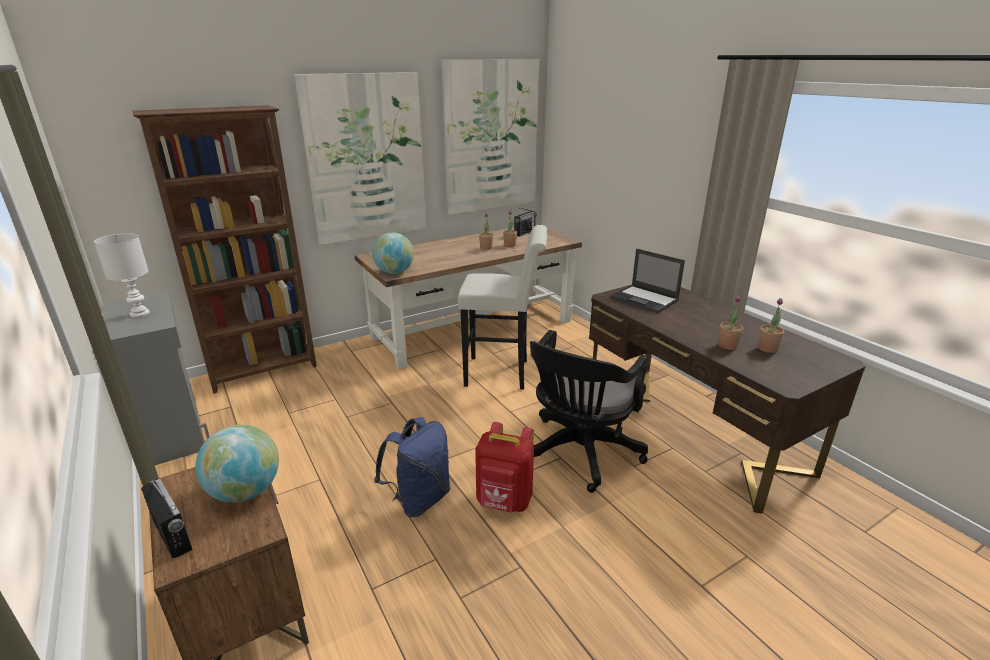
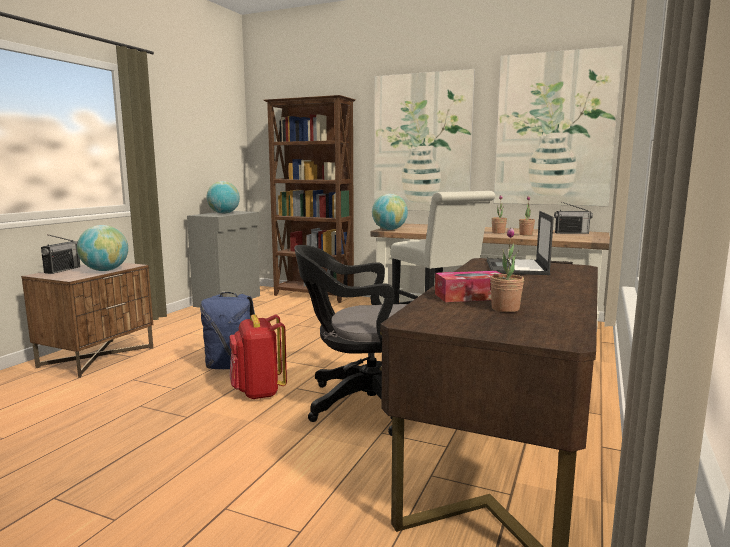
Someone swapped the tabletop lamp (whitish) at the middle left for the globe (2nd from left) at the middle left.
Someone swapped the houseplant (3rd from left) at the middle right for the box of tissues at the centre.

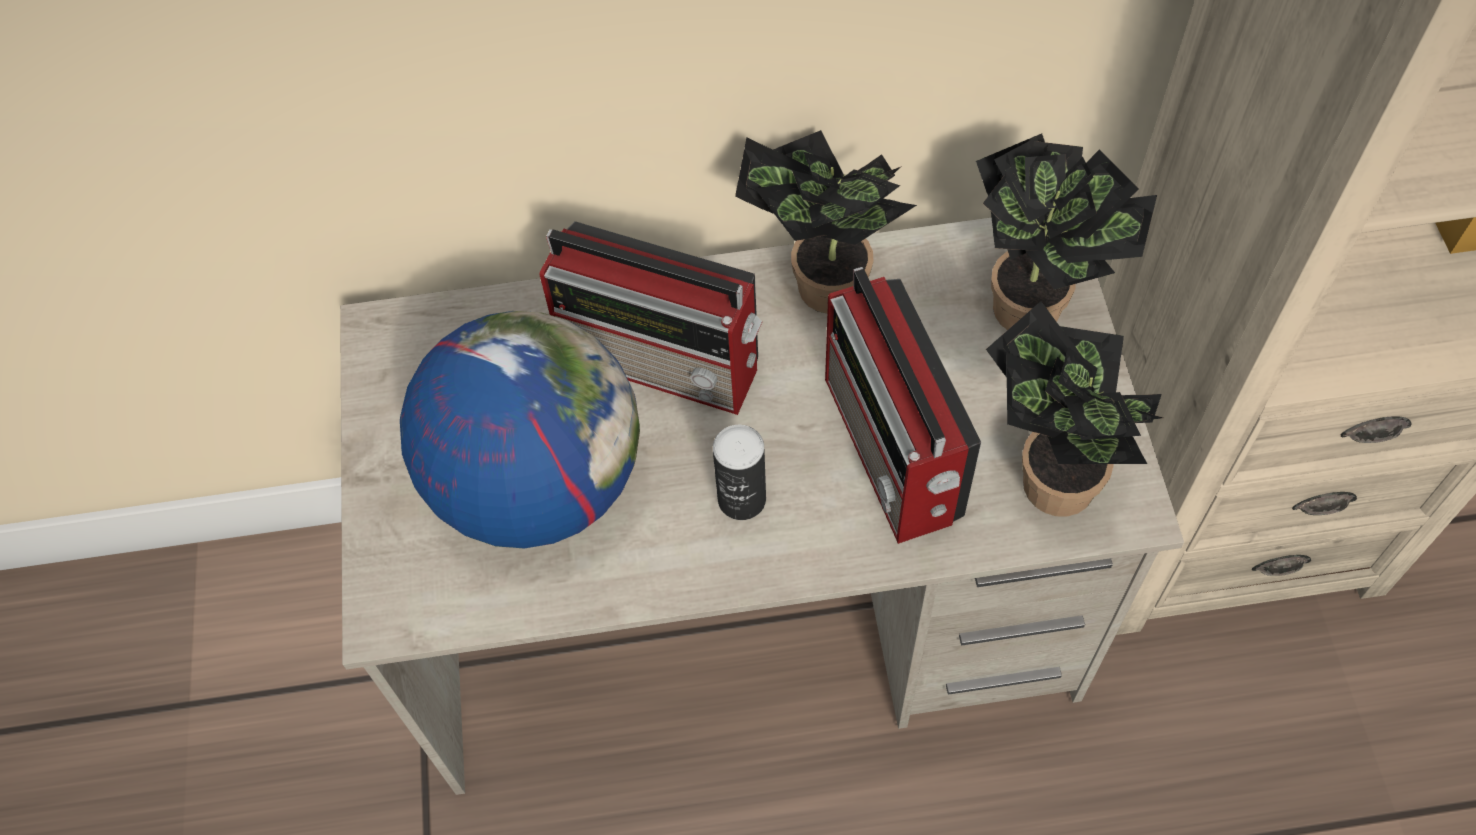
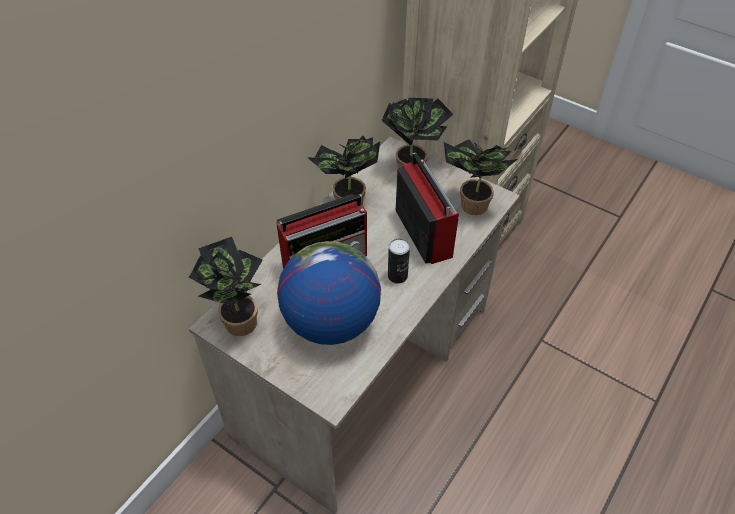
Someone put down the houseplant (1st from left) at the middle left.
Someone rotated the radio receiver (2nd from left) at the centre by 135 degrees counterclockwise.

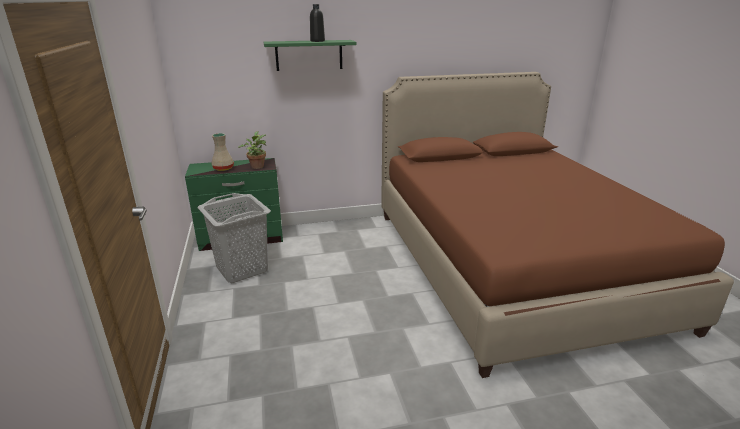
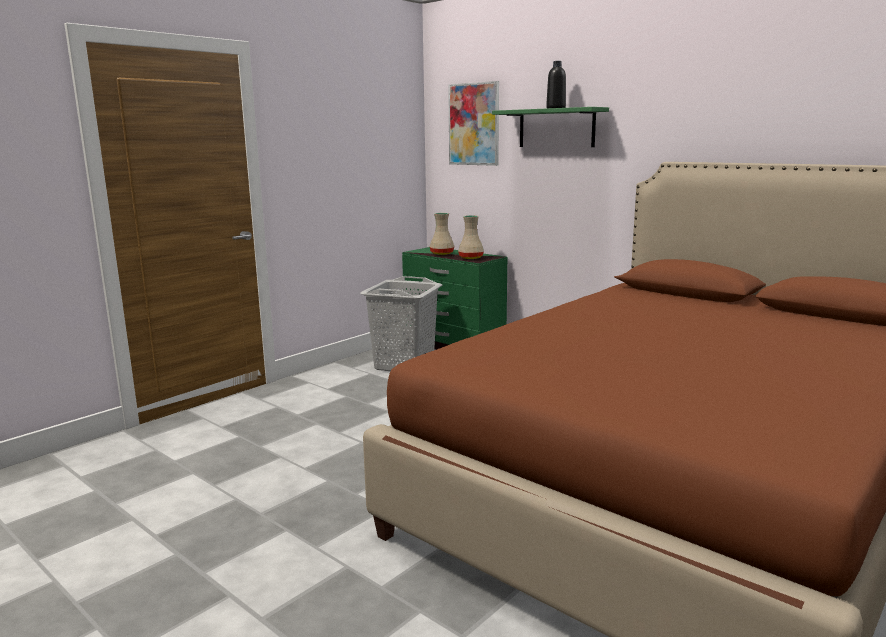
Someone put up the wall picture at the top centre.
Someone swapped the houseplant at the centre for the decorative vase (beige) (2nd from left) at the centre.

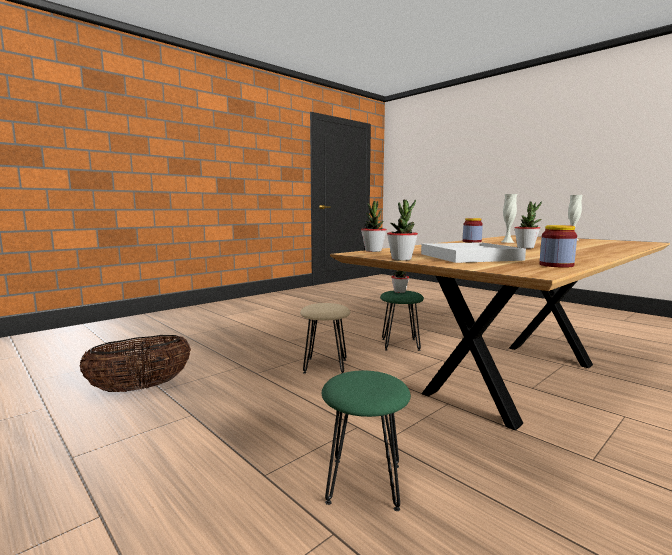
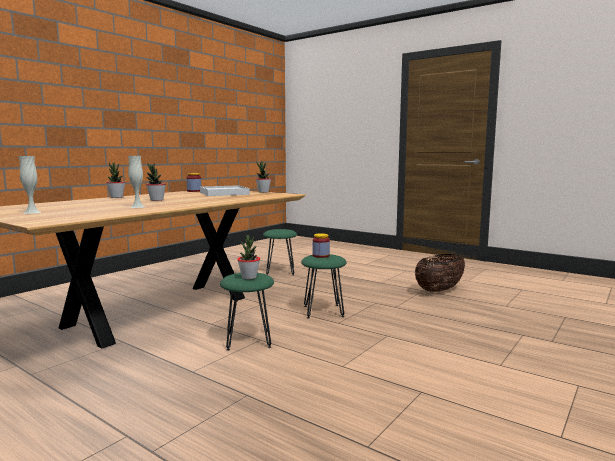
Someone carried the houseplant (1st from left) from the centre to the middle left.
Someone repainted the stool (beige) at the centre, which became the stool (greenish) (3rd from left) at the centre.
Someone carried the preserve jar (1st from left in the first image) from the middle right to the centre.

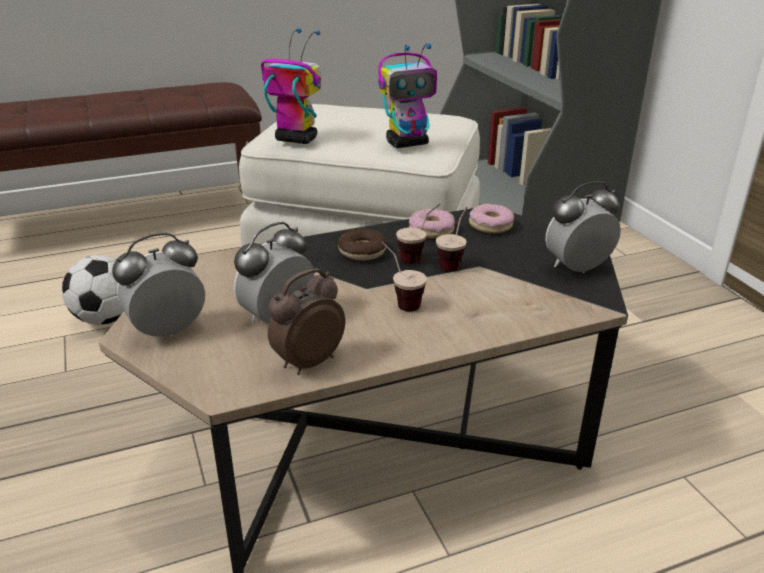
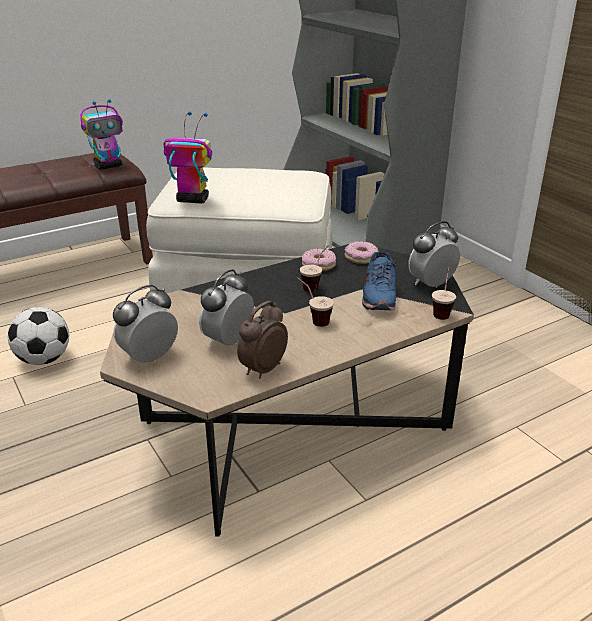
Someone carried the robot figure (2nd from left in the first image) from the top centre to the top left.
Someone put down the shoe (blue-coloured) at the centre.
Someone carried the drinking cup (3rd from left) from the centre to the middle right.
Someone took away the ring doughnut (1st from left) at the centre.

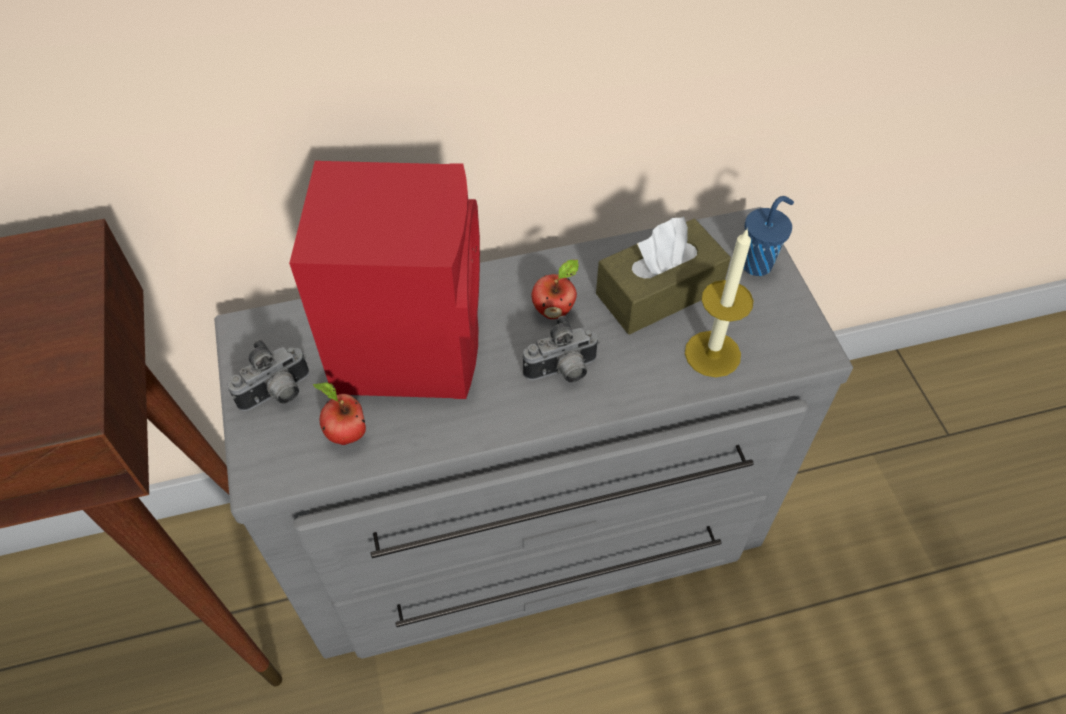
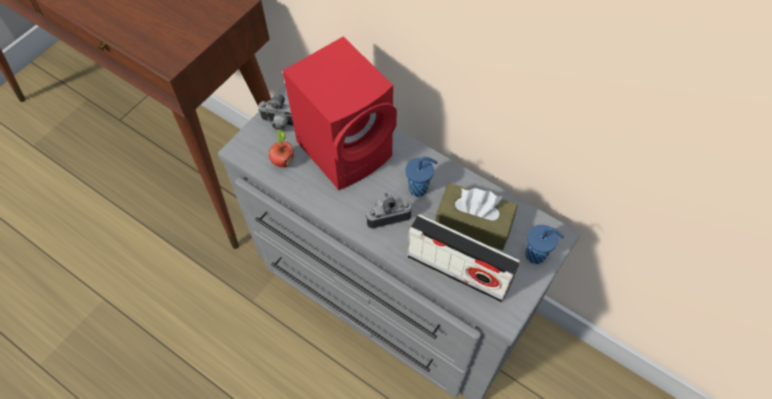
Someone rotated the still camera (2nd from left) at the centre by 135 degrees clockwise.
Someone swapped the apple (2nd from left) at the centre for the drinking cup (blue-coloured) (1st from left) at the centre.
Someone swapped the wax candle at the middle right for the radio receiver at the centre.

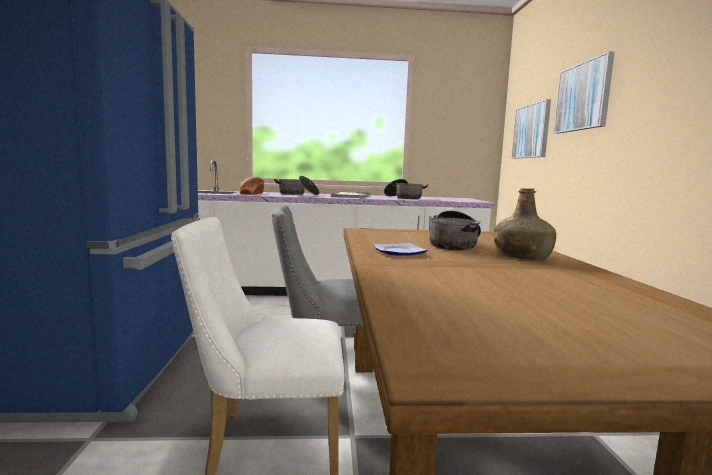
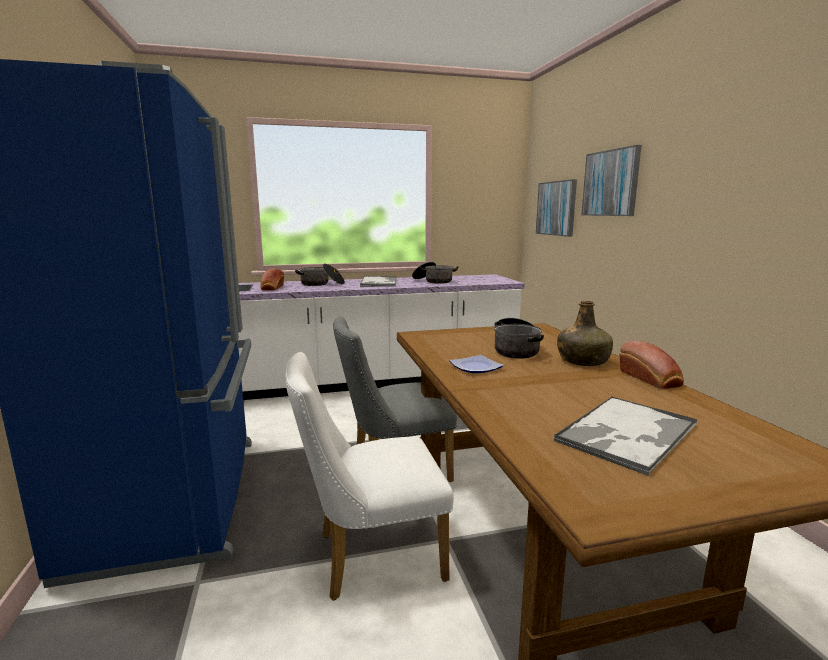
Someone put down the serving tray (2nd from left) at the middle right.
Someone put down the bakery bread (2nd from left) at the middle right.

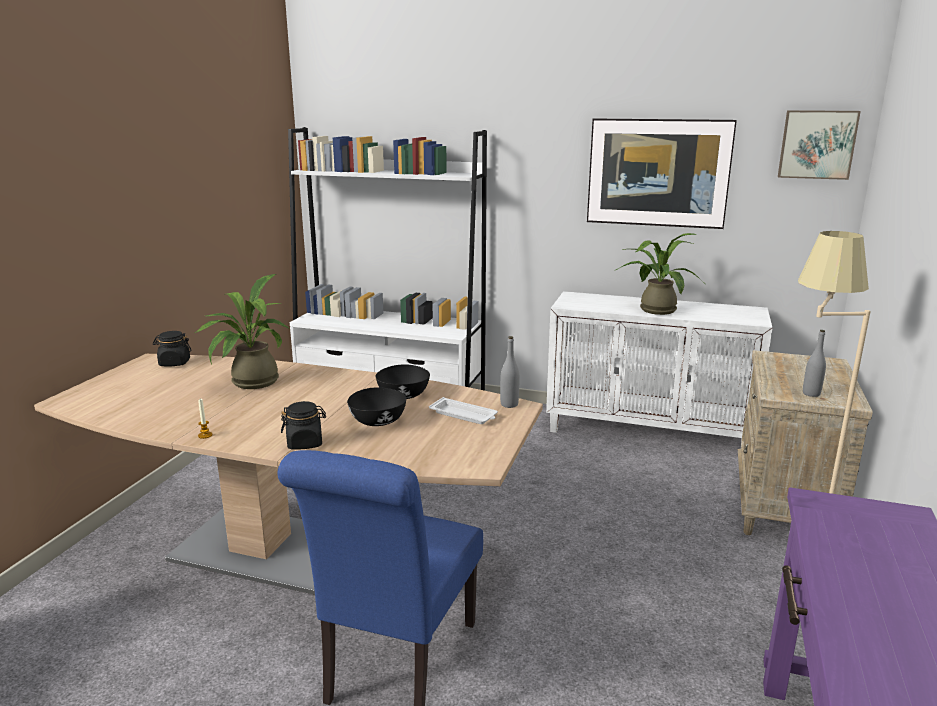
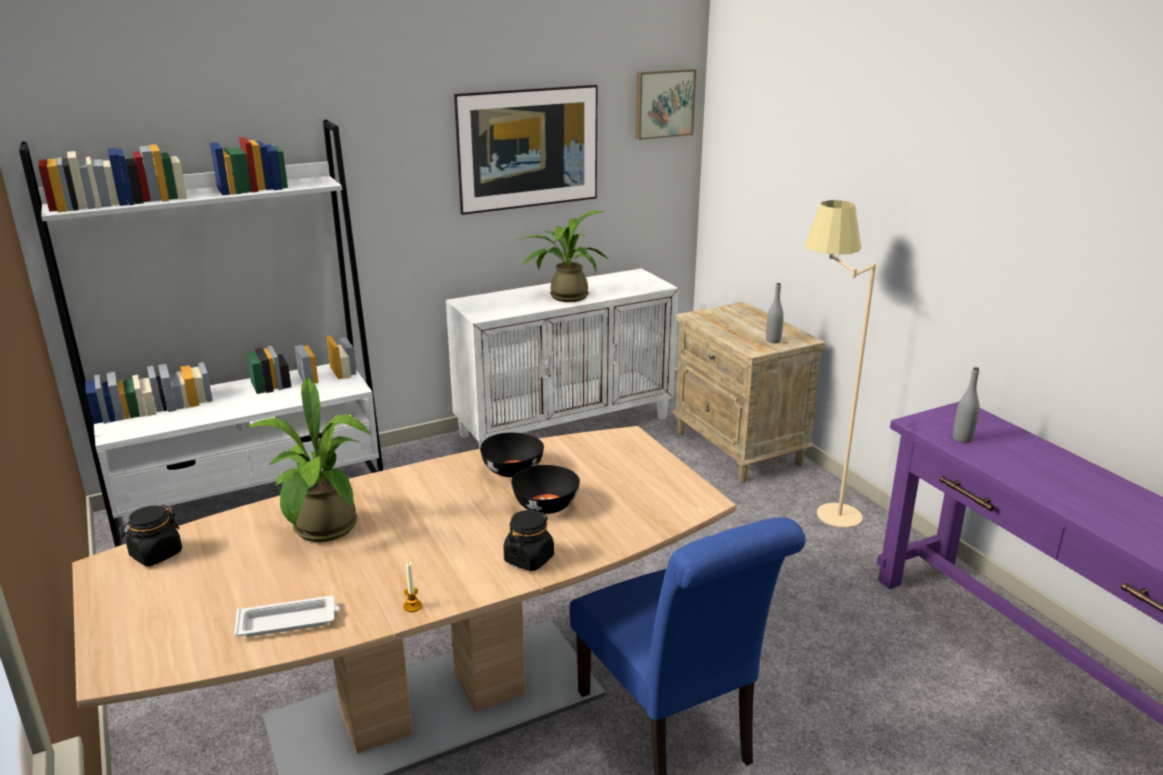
Someone carried the serving tray (whitish) from the centre to the bottom left.
Someone carried the beverage bottle (grey) (1st from left in the first image) from the centre to the middle right.

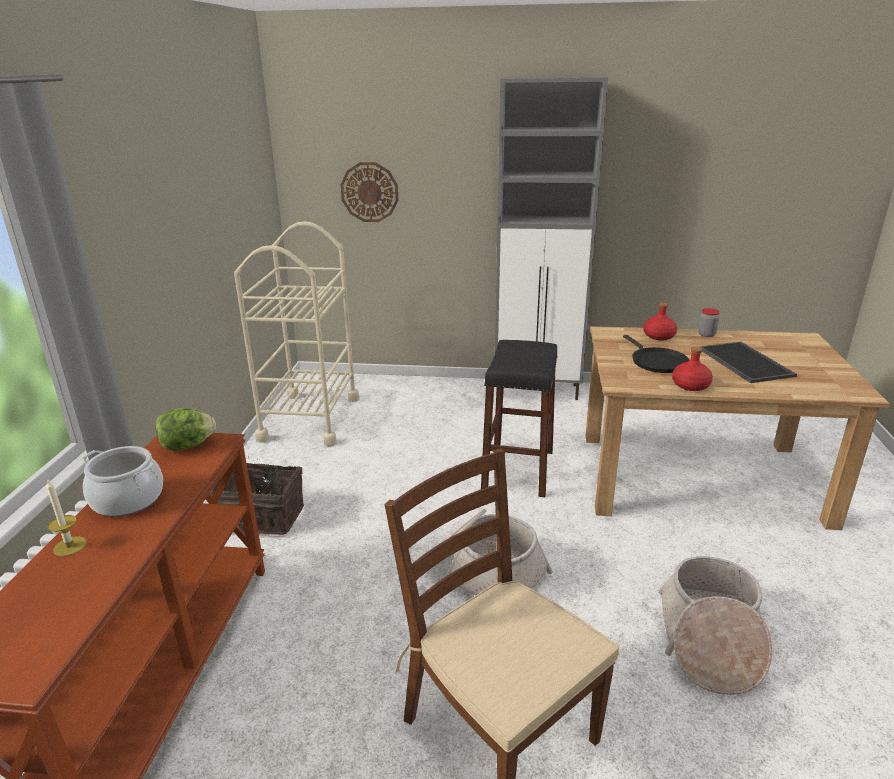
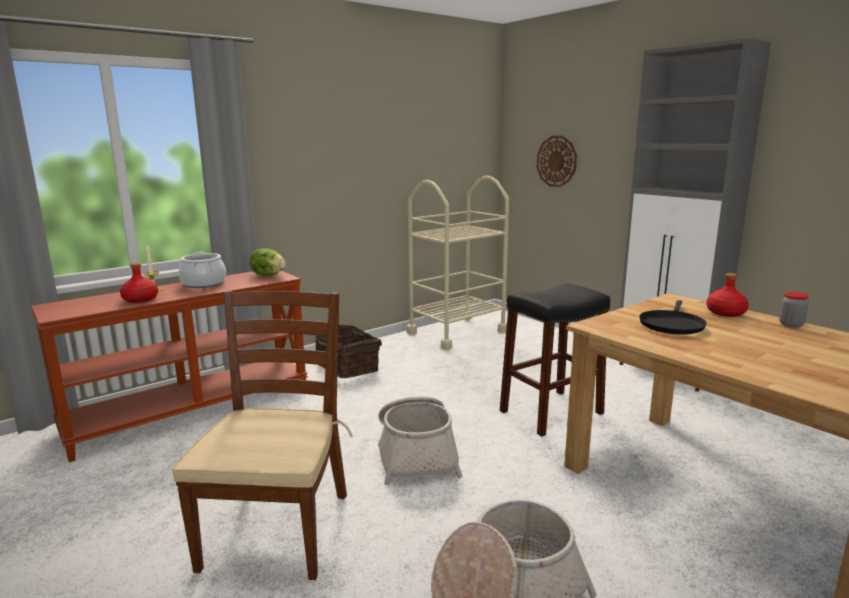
Someone carried the beverage bottle (reddish) (2nd from left in the first image) from the middle right to the middle left.
Someone took away the serving tray at the middle right.

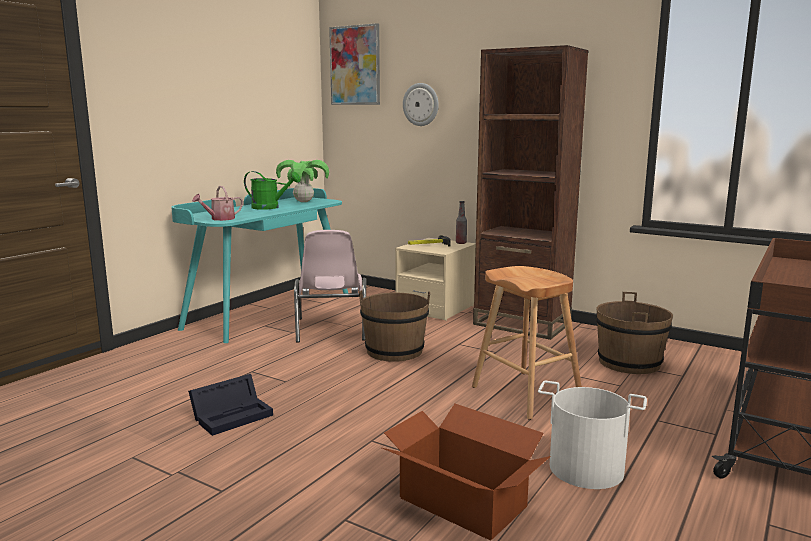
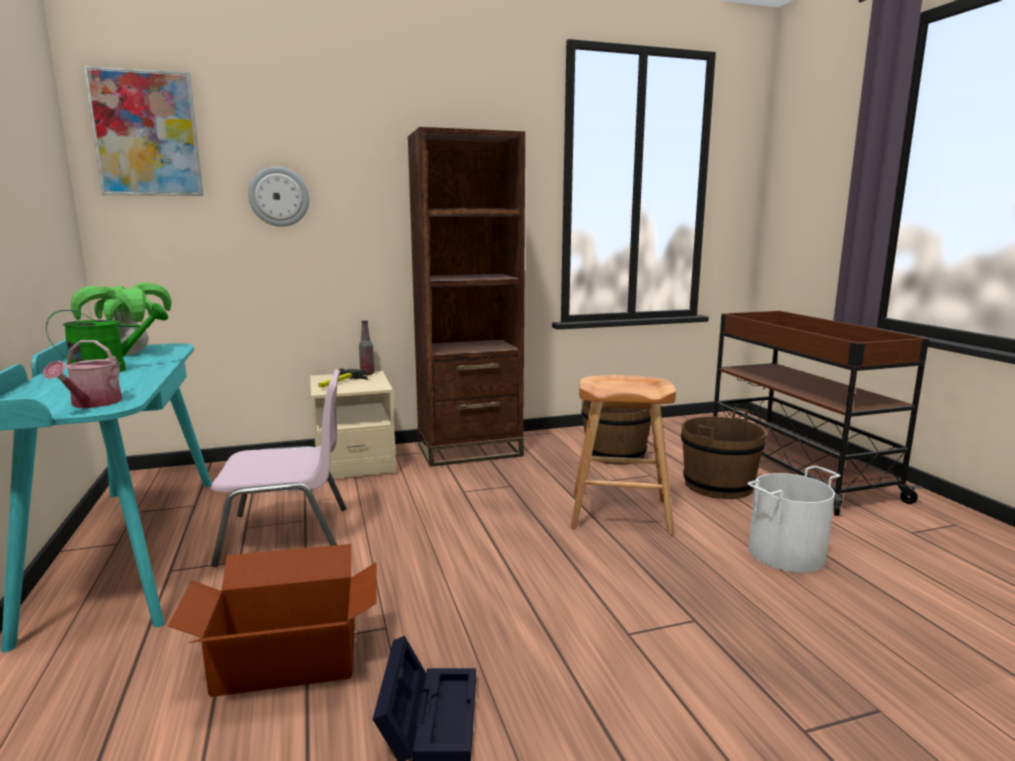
Someone carried the carton from the bottom centre to the bottom left.
Someone rotated the chair (pink) at the centre by 45 degrees counterclockwise.
Someone carried the water bucket (brown) (1st from left in the first image) from the centre to the middle right.

